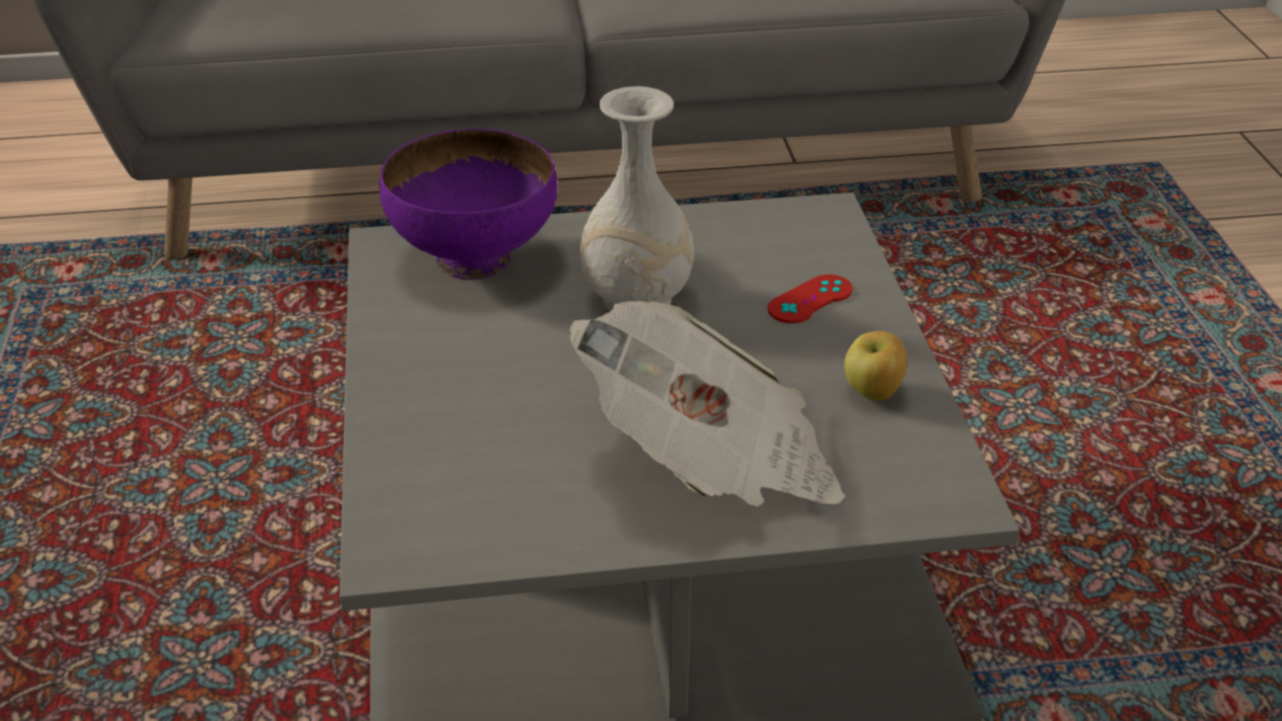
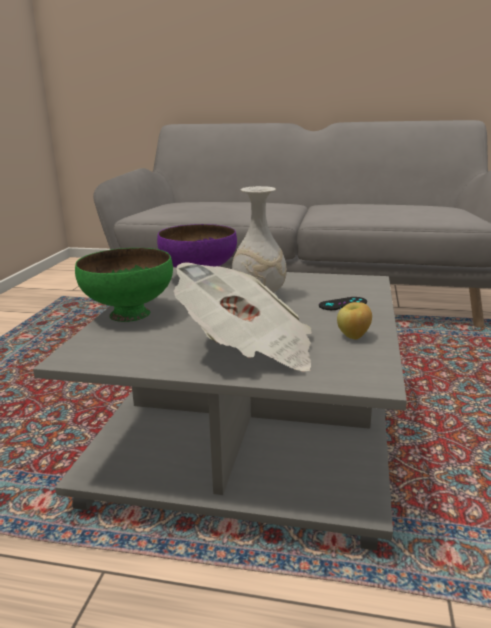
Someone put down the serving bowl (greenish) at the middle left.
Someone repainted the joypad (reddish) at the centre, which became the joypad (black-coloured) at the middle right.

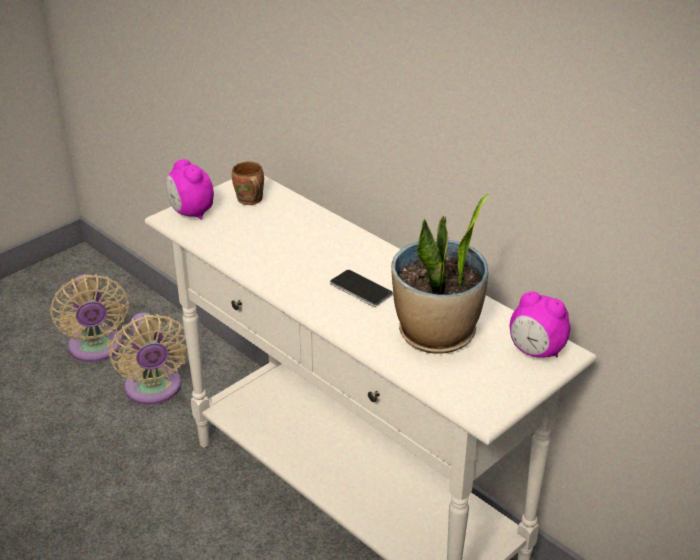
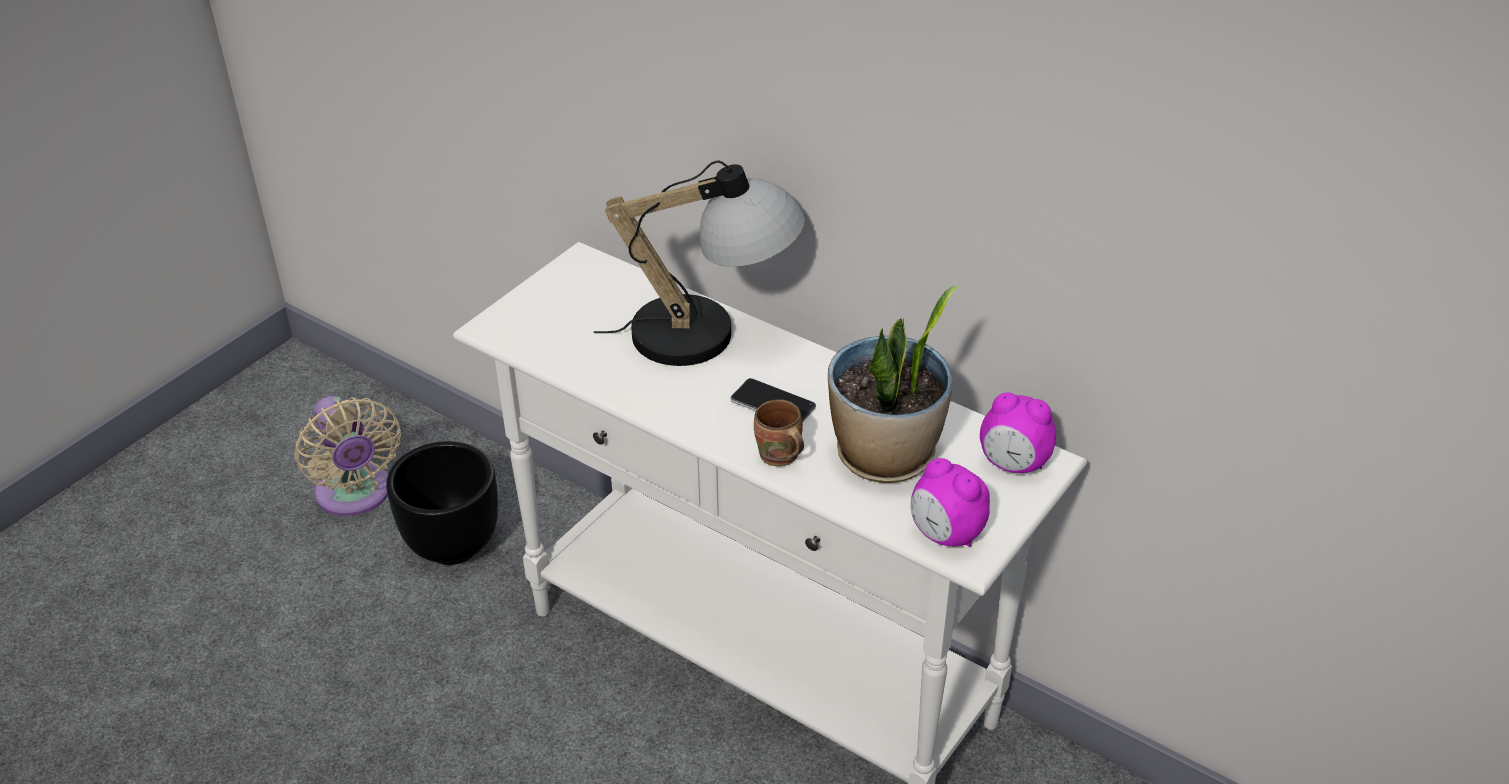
Someone swapped the fan (beige) (2nd from left) at the middle left for the plant pot (black-coloured) at the middle left.
Someone put down the tabletop lamp at the centre.
Someone carried the mug (brown) from the top centre to the centre.
Someone carried the alarm clock (1st from left) from the middle left to the centre.

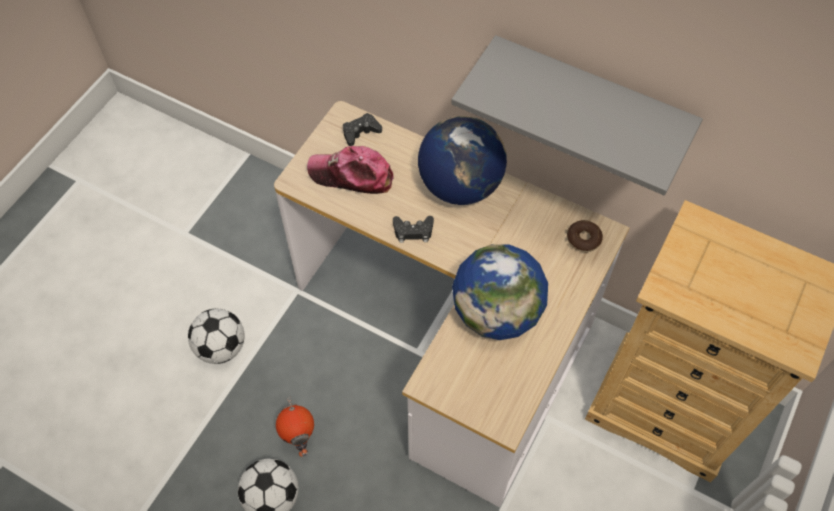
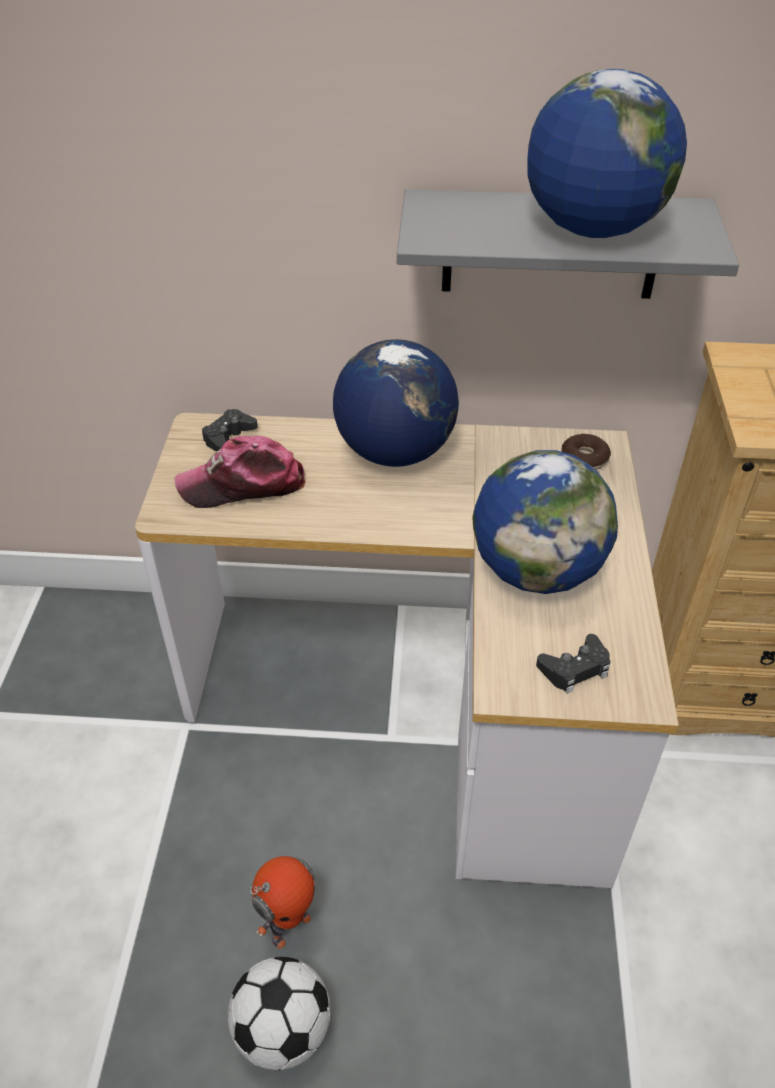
Someone rotated the robot figure at the bottom centre by 90 degrees counterclockwise.
Someone put down the globe (3rd from left) at the top right.
Someone carried the joypad (black-coloured) (2nd from left) from the centre to the middle right.
Someone took away the ball for football (1st from left) at the middle left.

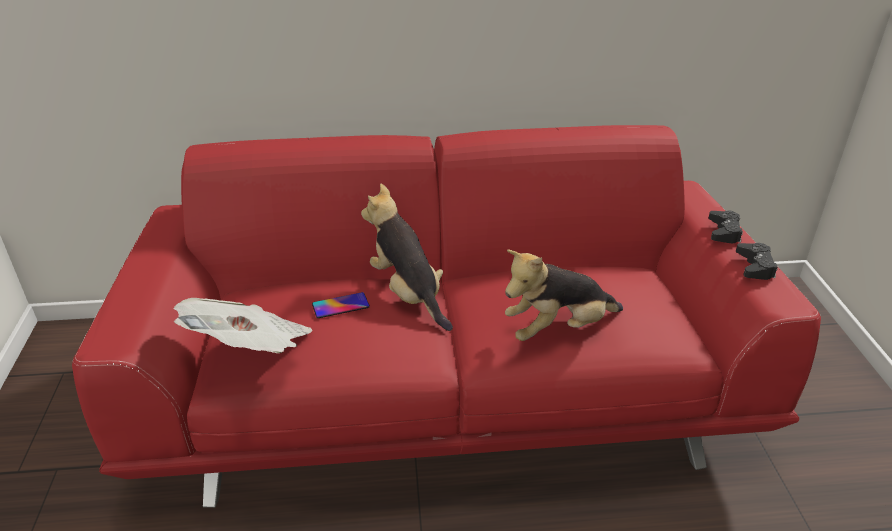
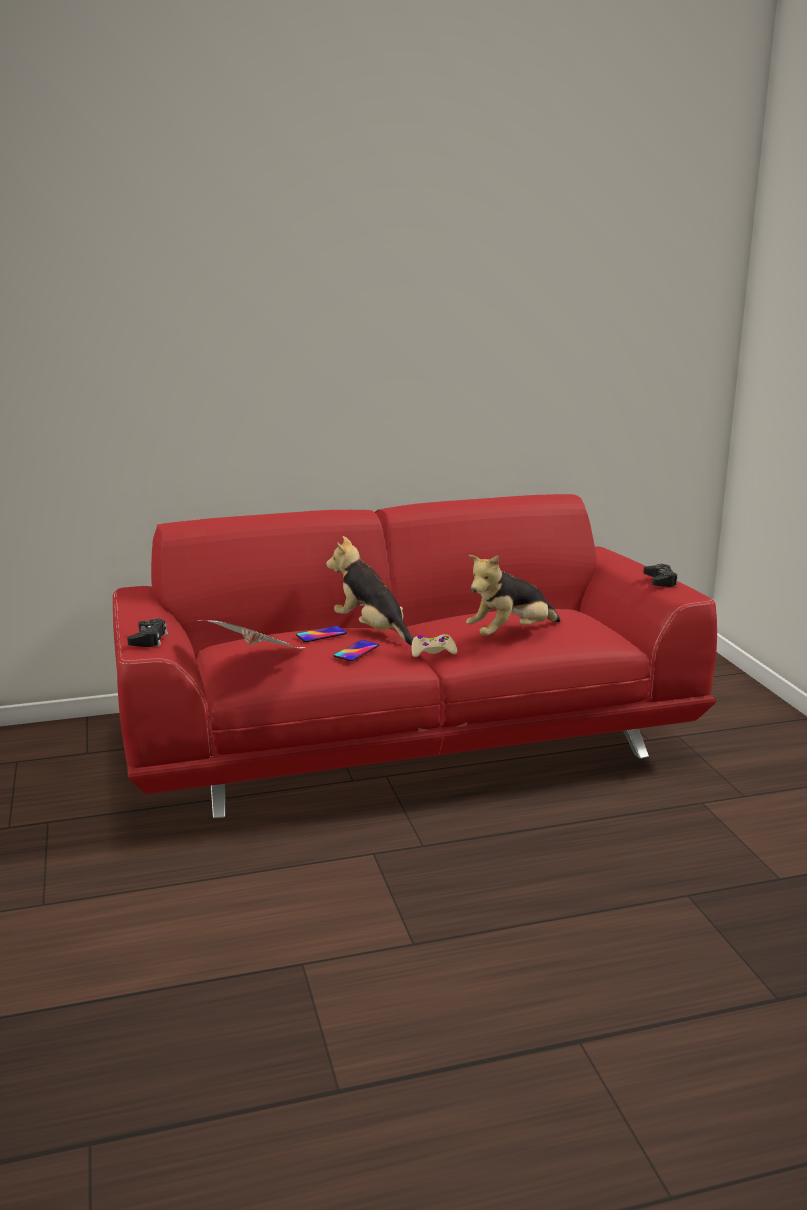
Someone carried the joypad (black-coloured) (1st from left) from the middle right to the middle left.
Someone put down the phone (2nd from left) at the centre.
Someone put down the joypad (beige) at the centre.

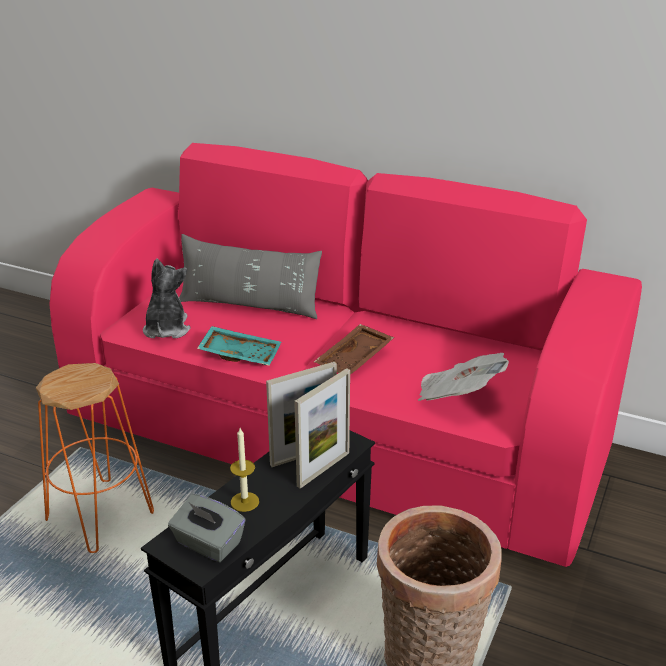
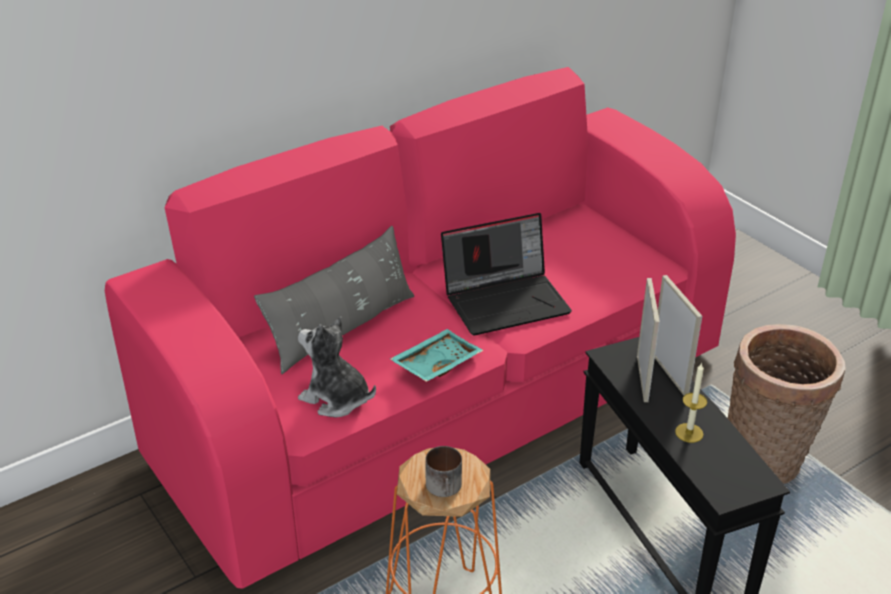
Someone put down the mug at the bottom centre.
Someone swapped the serving tray (brown) at the centre for the laptop at the centre.
Someone took away the box of tissues (grey) at the bottom left.
Someone took away the newspaper at the middle right.

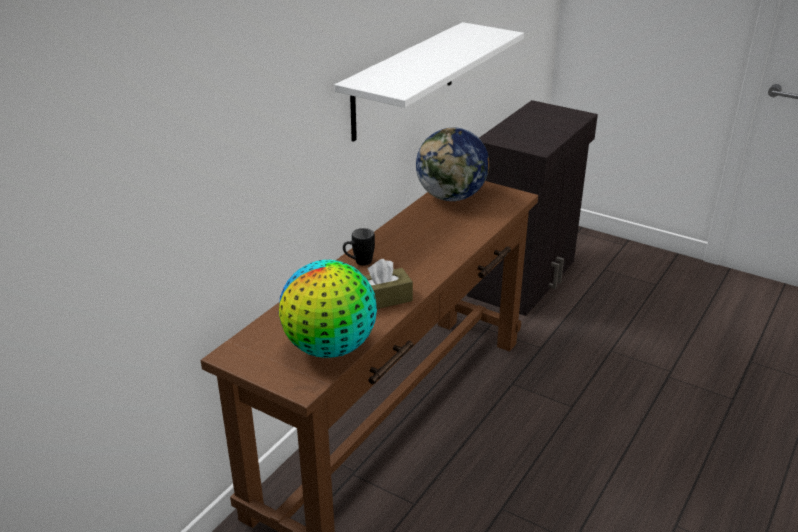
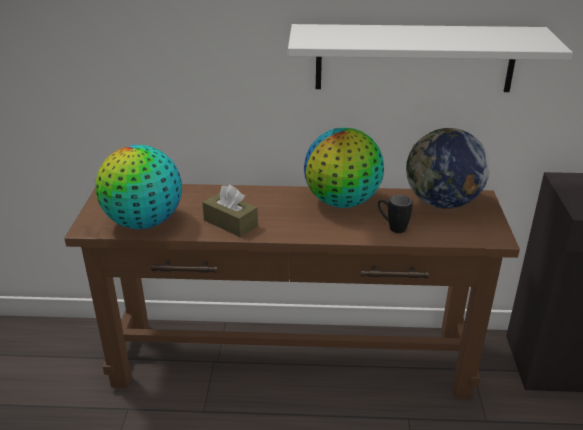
Someone put down the globe (2nd from left) at the centre.
Someone carried the mug (black-coloured) from the centre to the middle right.

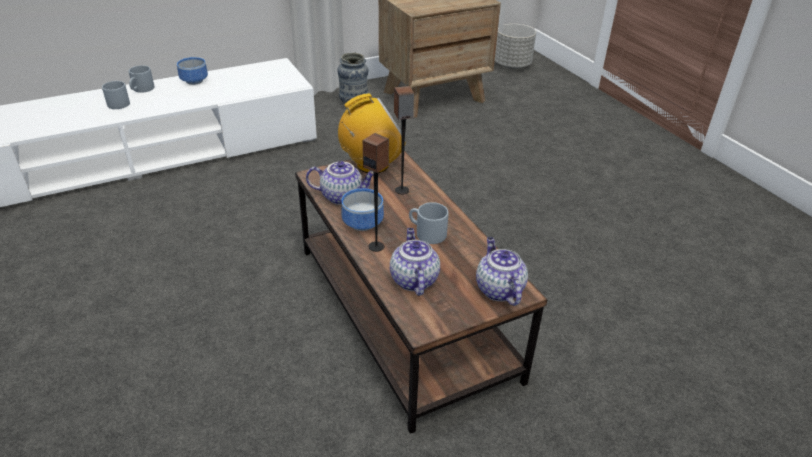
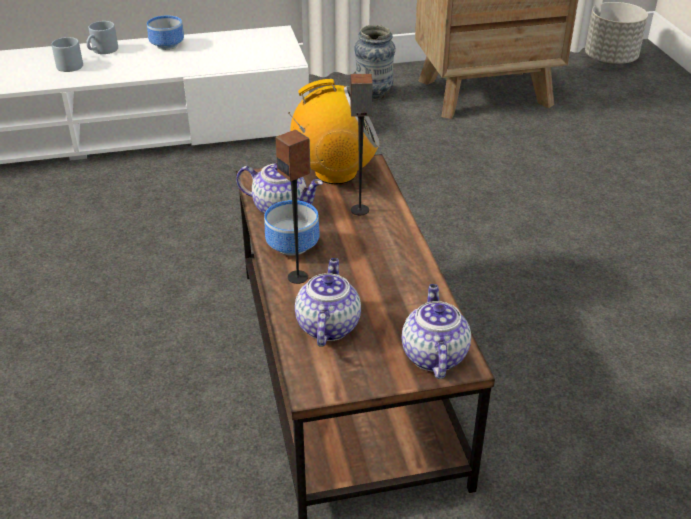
Someone took away the mug (grey) (3rd from left) at the centre.

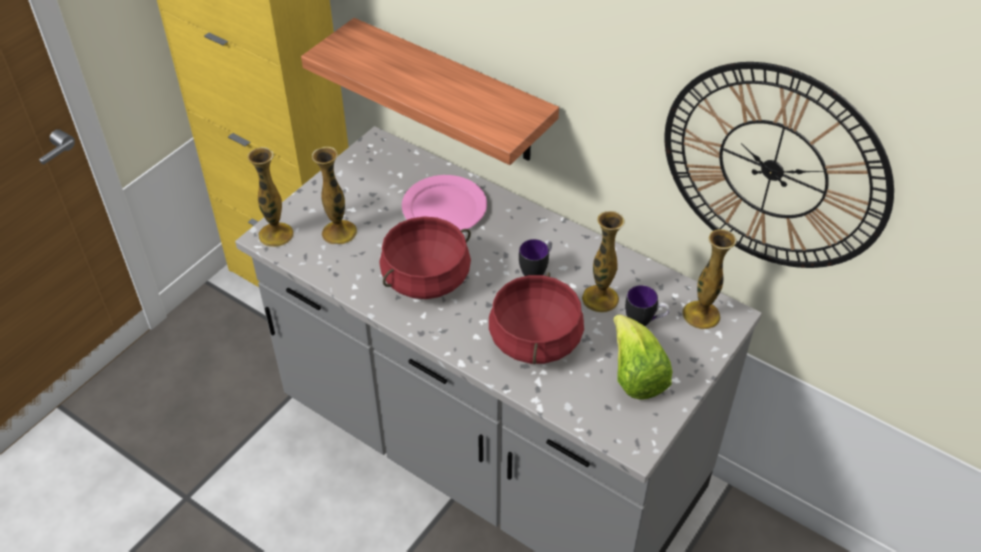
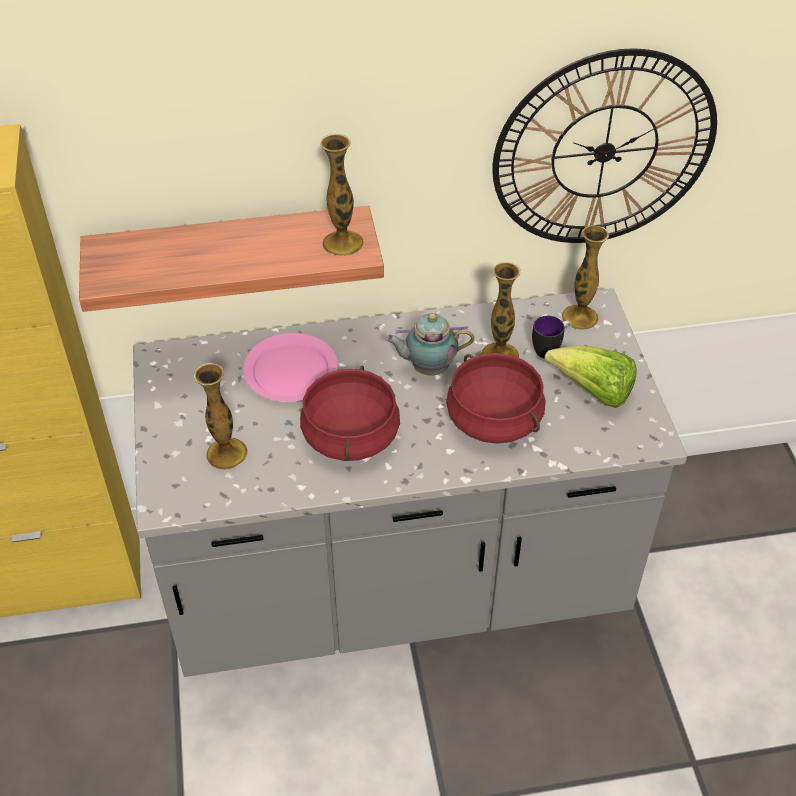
Someone carried the decorative vase (1st from left in the first image) from the middle left to the top centre.
Someone swapped the mug (1st from left) at the centre for the pot for tea at the centre.

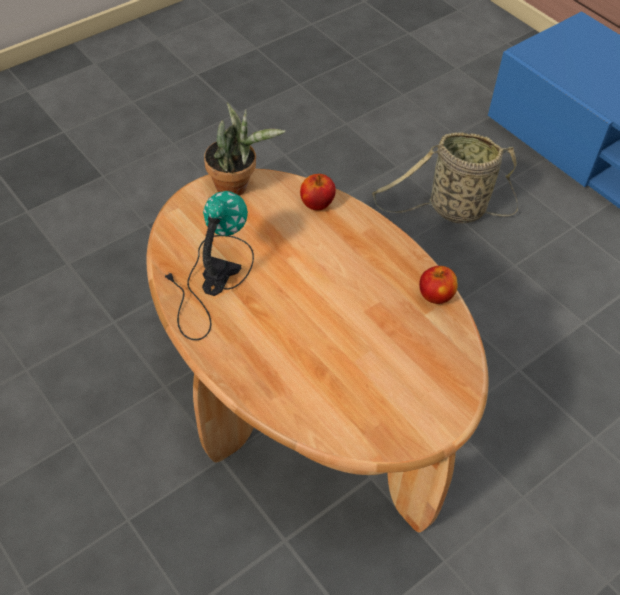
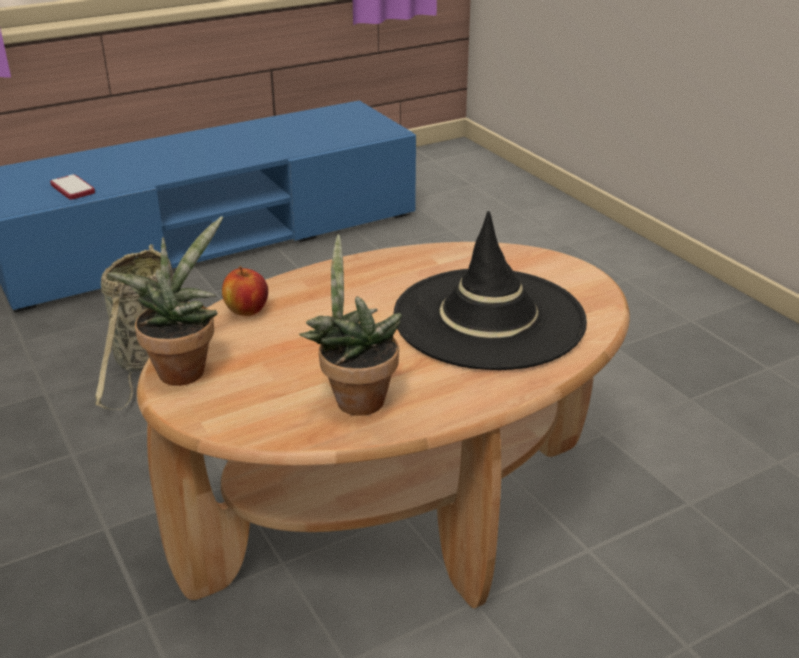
Someone put down the phone at the top left.
Someone swapped the tabletop lamp at the centre for the houseplant (2nd from left) at the centre.
Someone put down the wearable hat (black-coloured) at the centre.
Someone took away the apple (2nd from left) at the middle right.

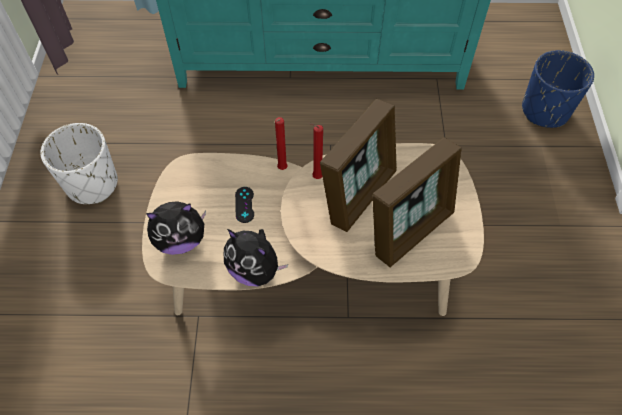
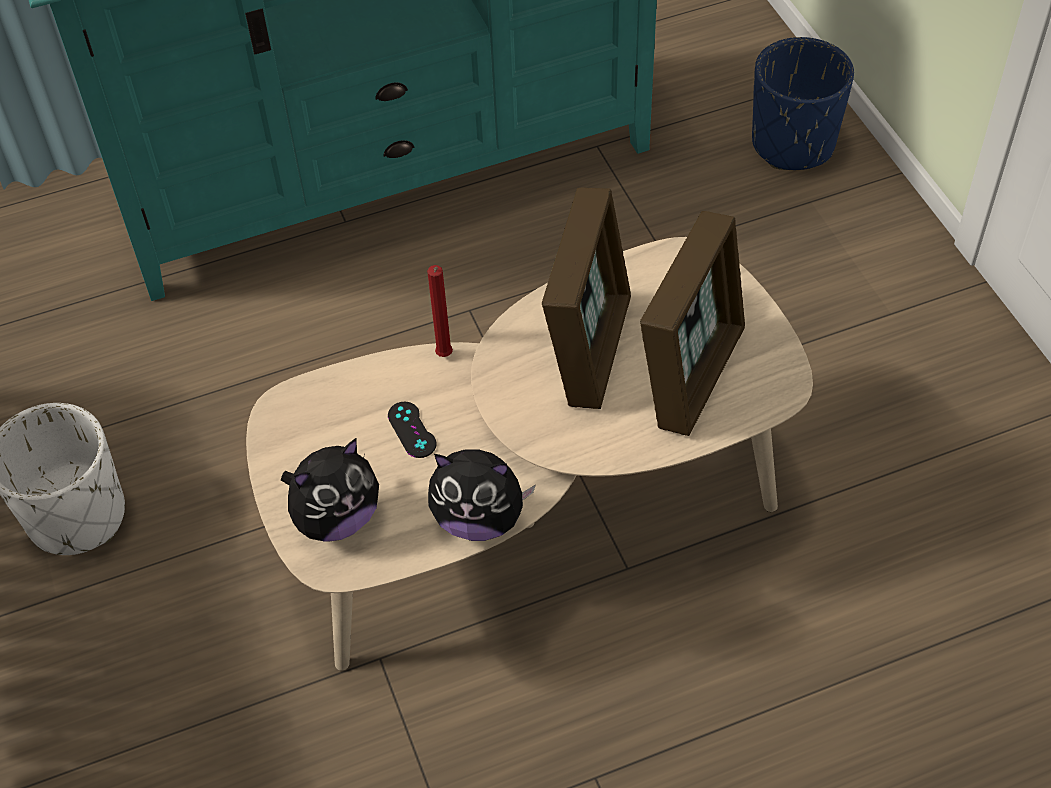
Someone took away the wax candle (reddish) (2nd from left) at the centre.

